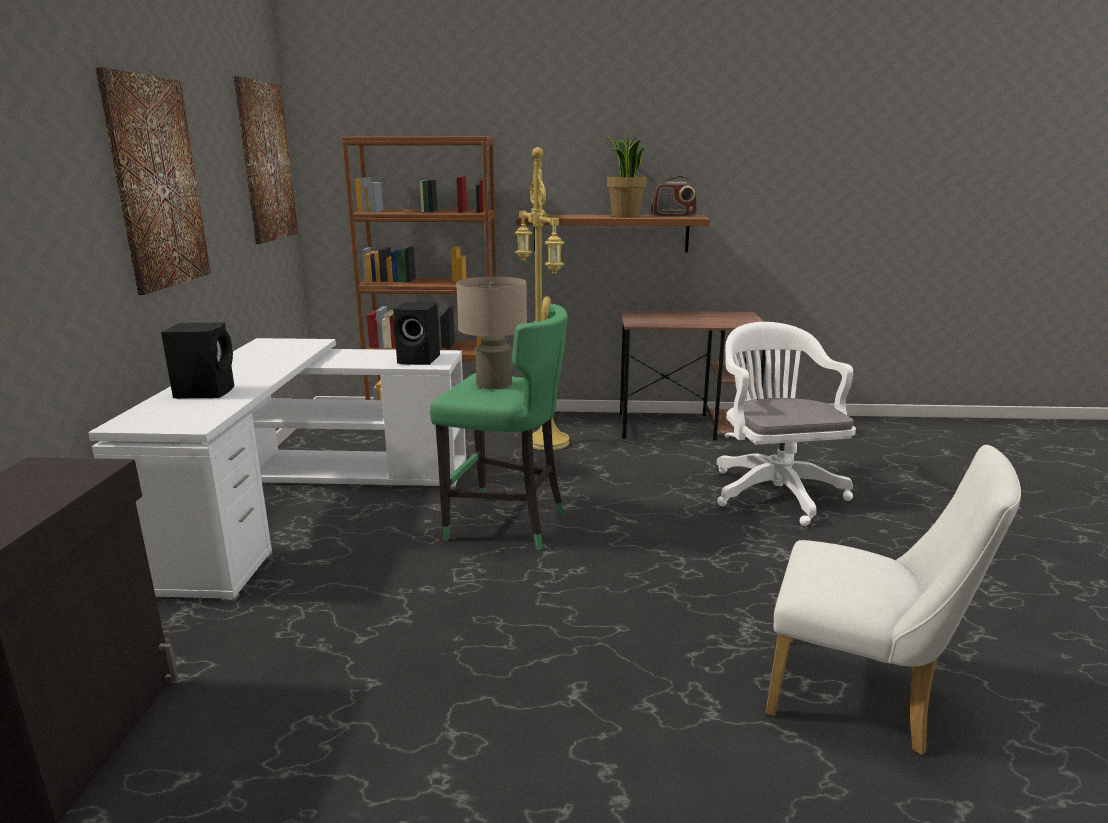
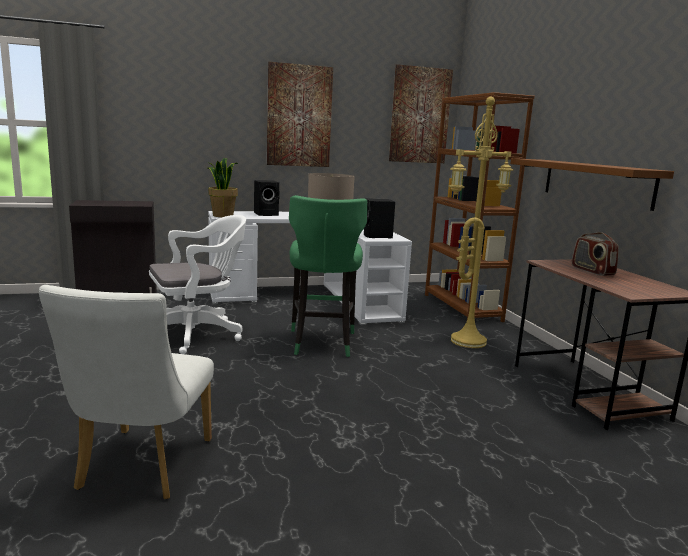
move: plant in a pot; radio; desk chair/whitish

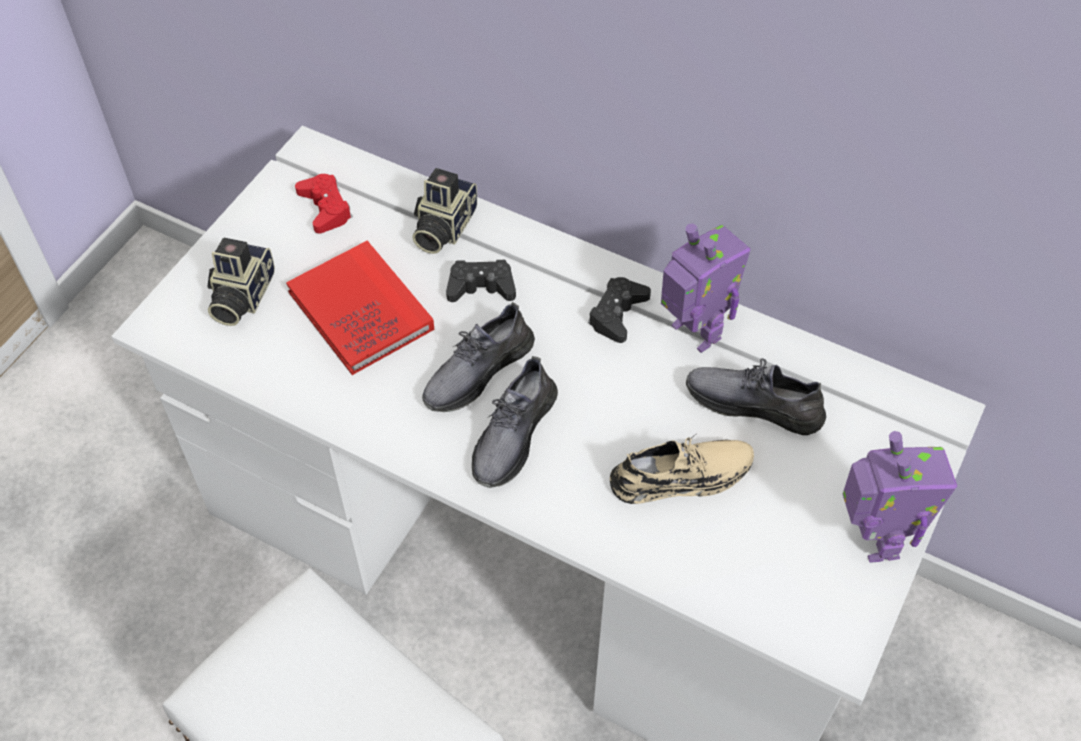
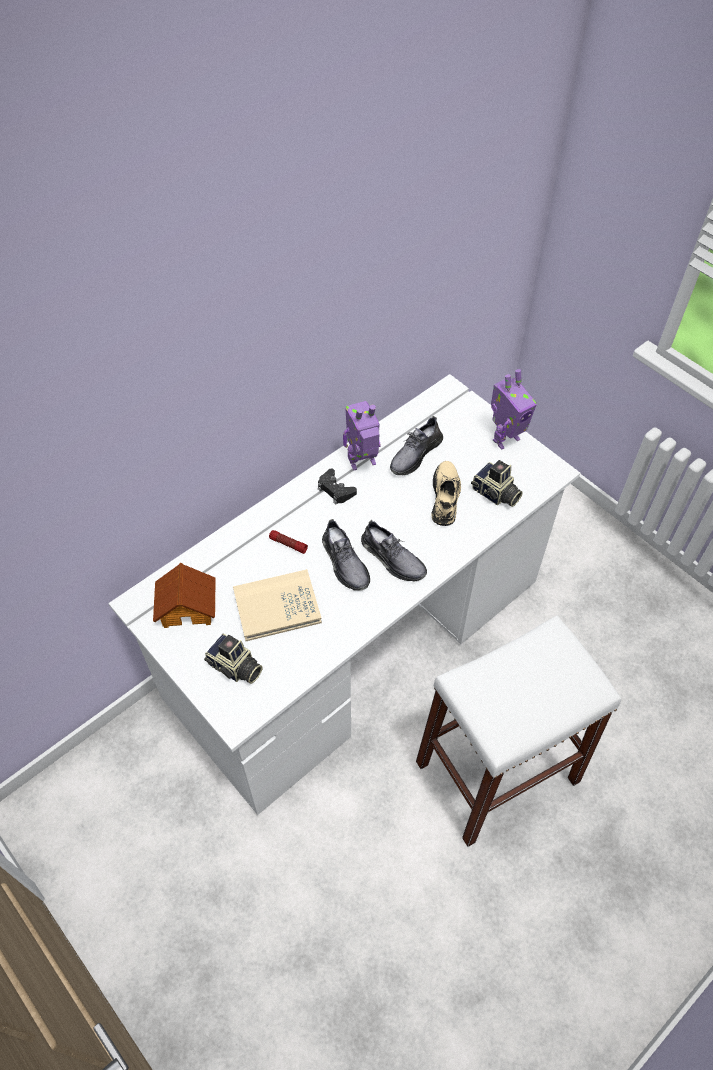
move: photo camera (2nd from left)
replace: joypad/red-coloured to model house; joypad/blackish (1st from left) to torch
recolor: book/red-coloured to book/beige-coloured
rotate: toy robot (2nd from left) 135 degrees clockwise

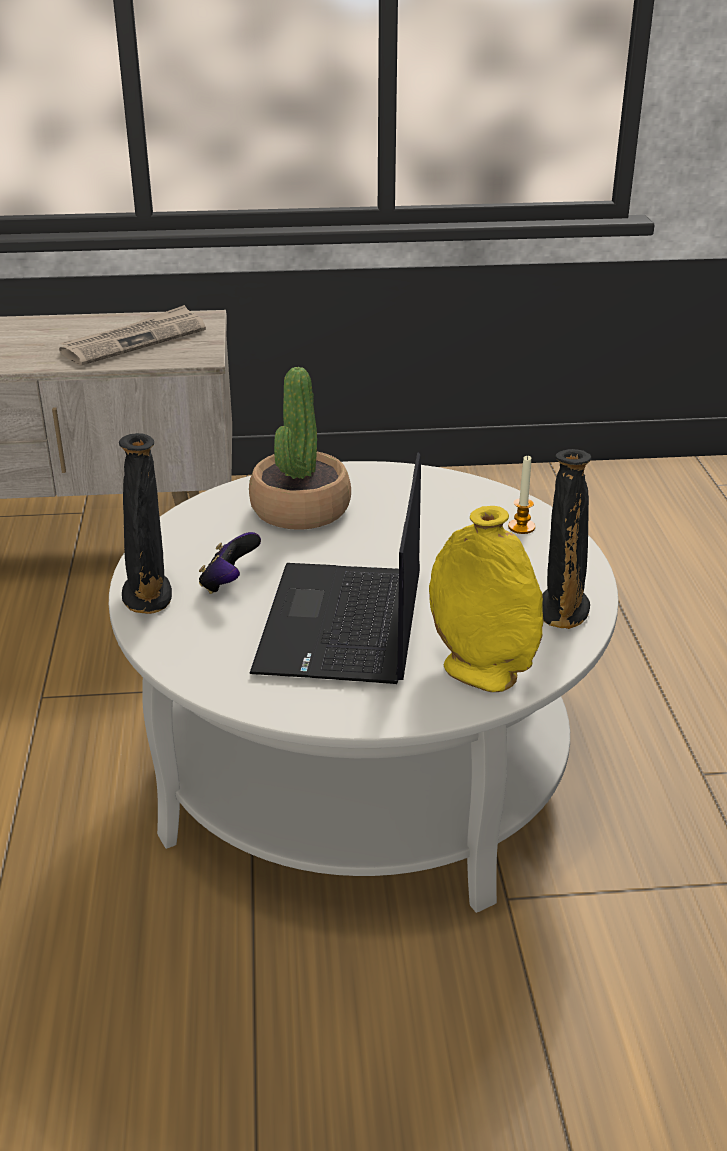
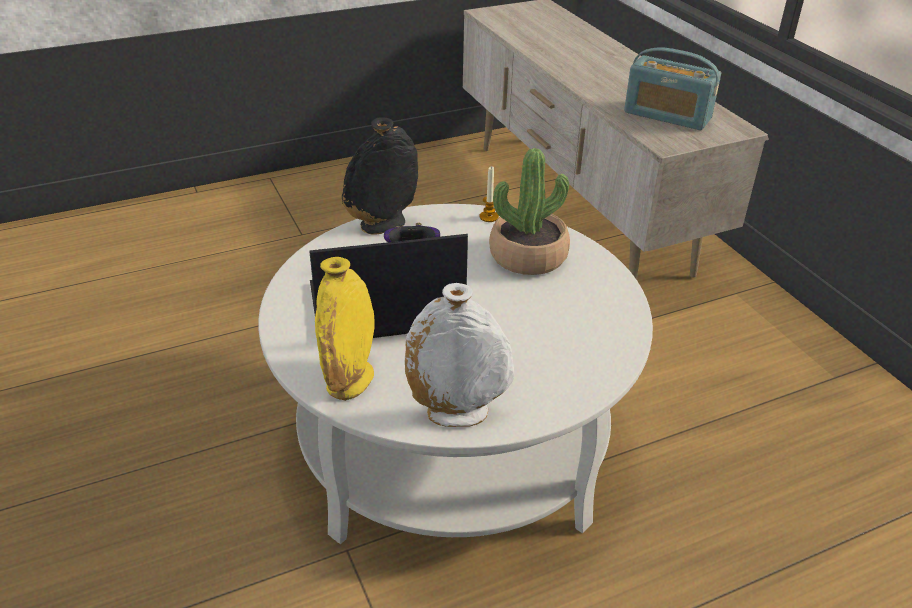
move: wax light
replace: newspaper to radio
recolor: vase/blackish (2nd from left) to vase/whitish

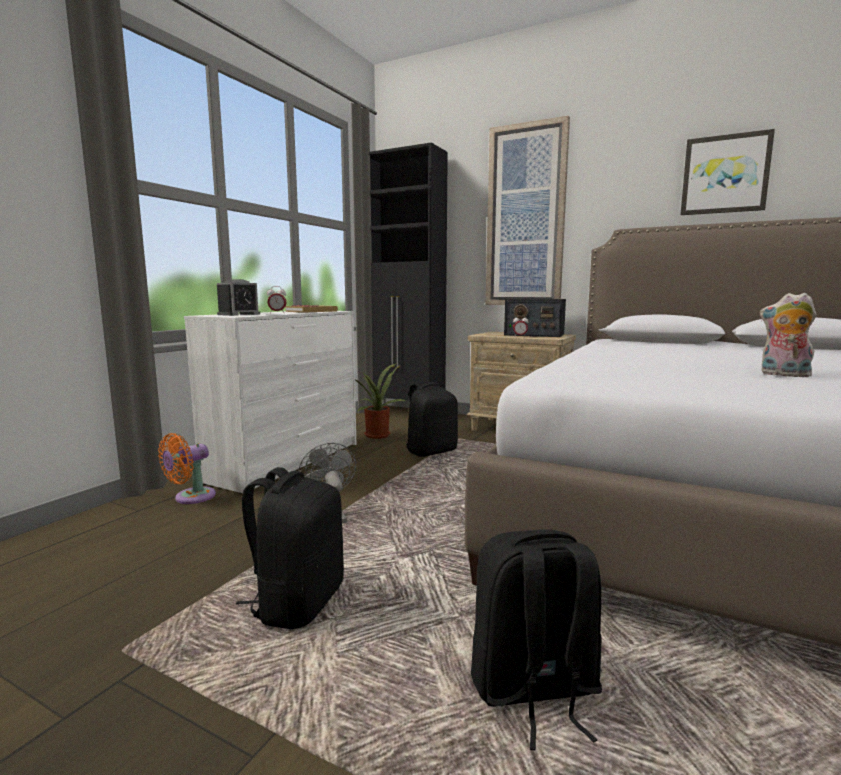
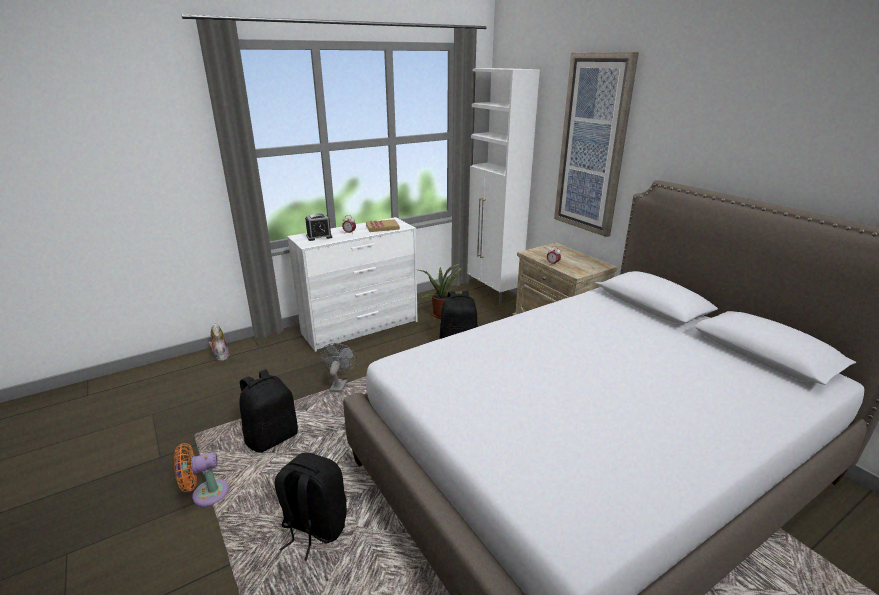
delete: radio; wall picture (2nd from left)
move: cooling fan/orangey; soft toy
recolor: storage cabinet/blackish to storage cabinet/whitish

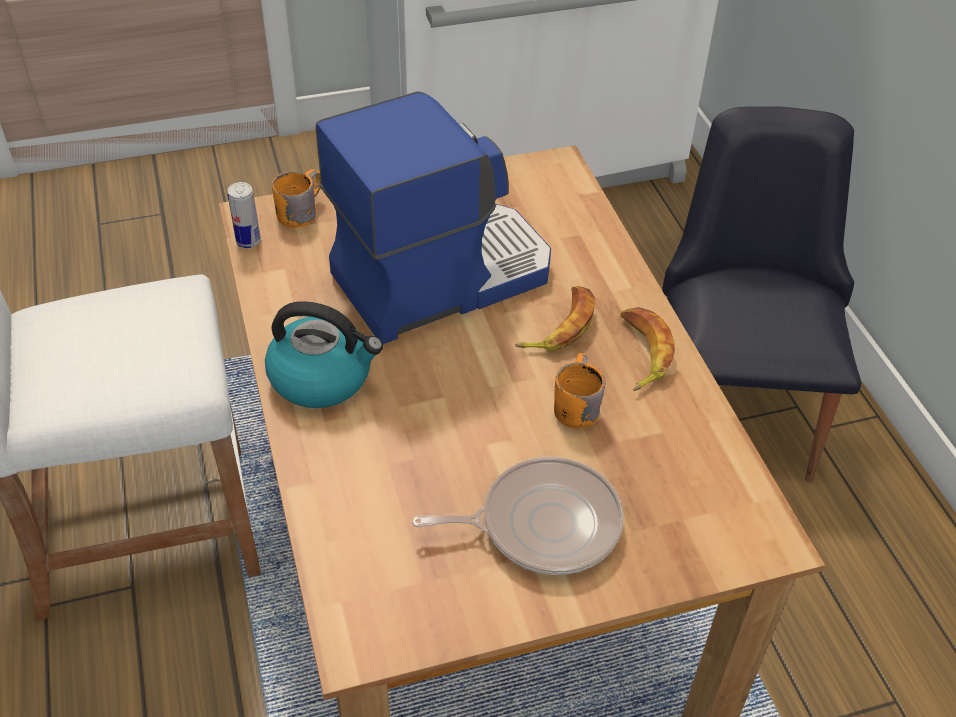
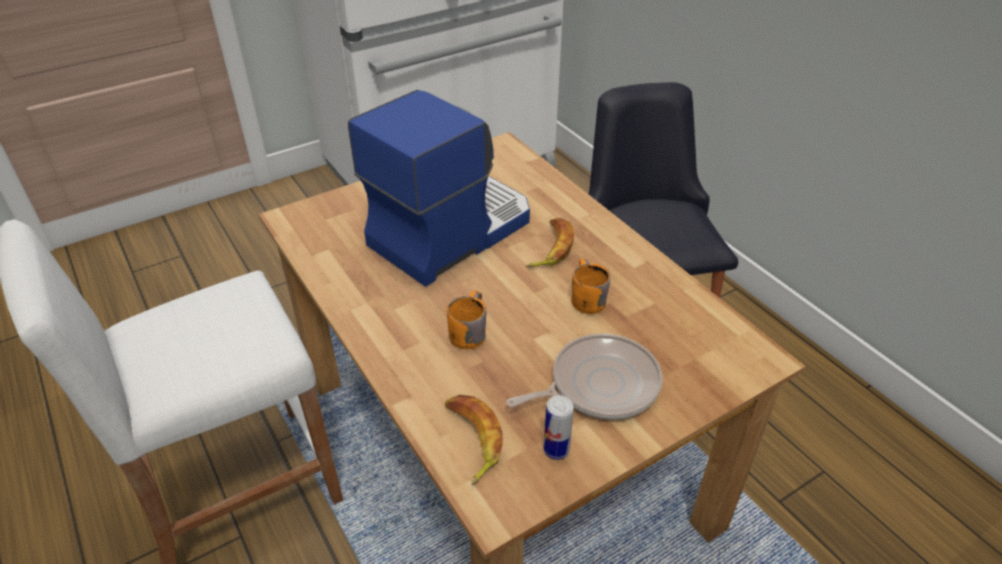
delete: tea kettle
move: can; mug/orangey (1st from left); banana fruit (2nd from left in the first image) to banana fruit (1st from left)

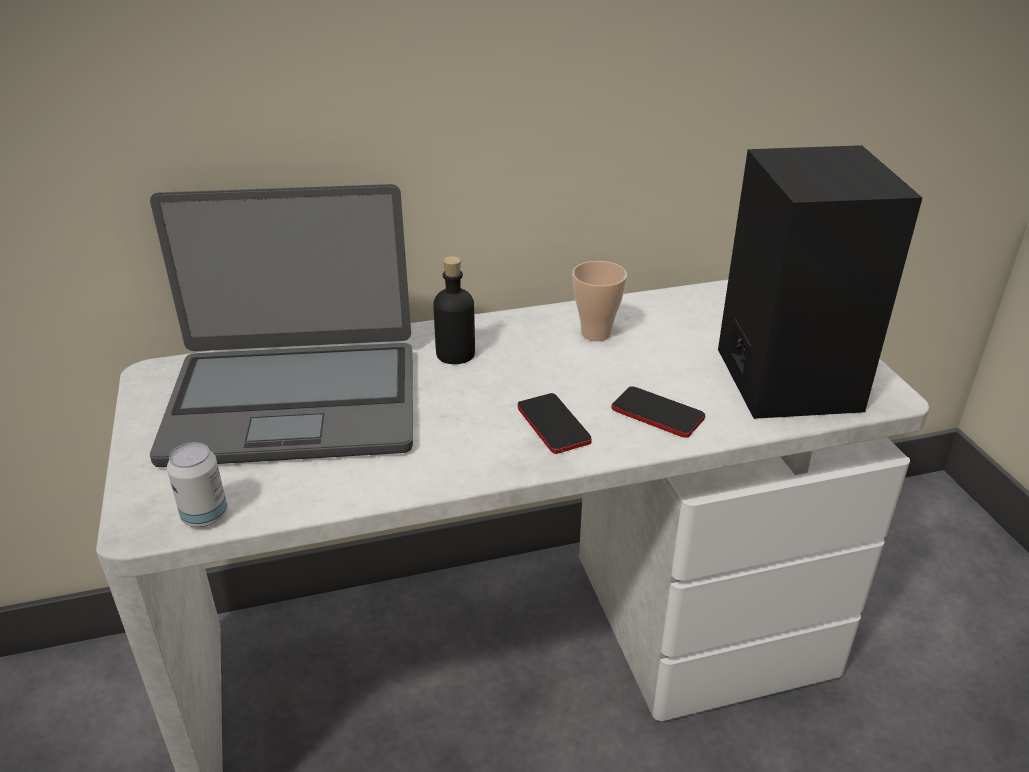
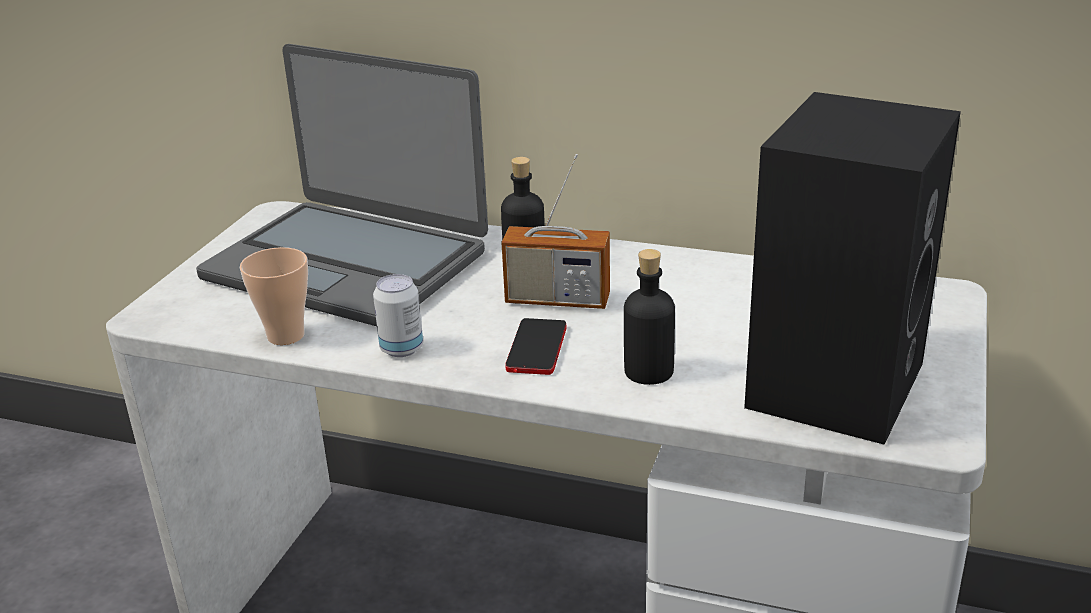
insert: radio
move: can; cup
replace: phone (2nd from left) to beverage bottle/blackish (2nd from left)

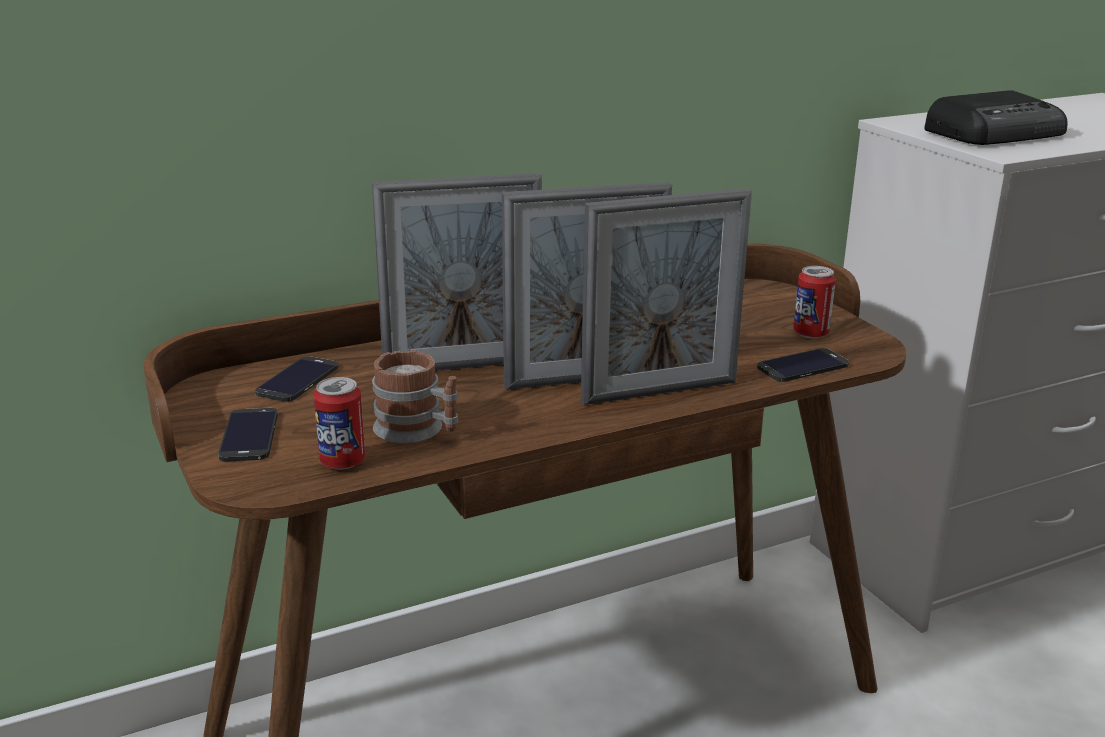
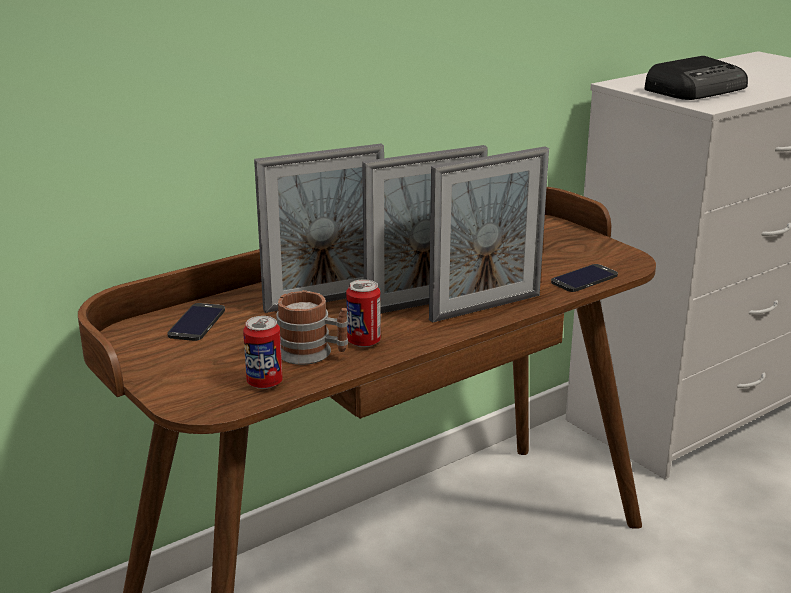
delete: phone (1st from left)
move: can (2nd from left)

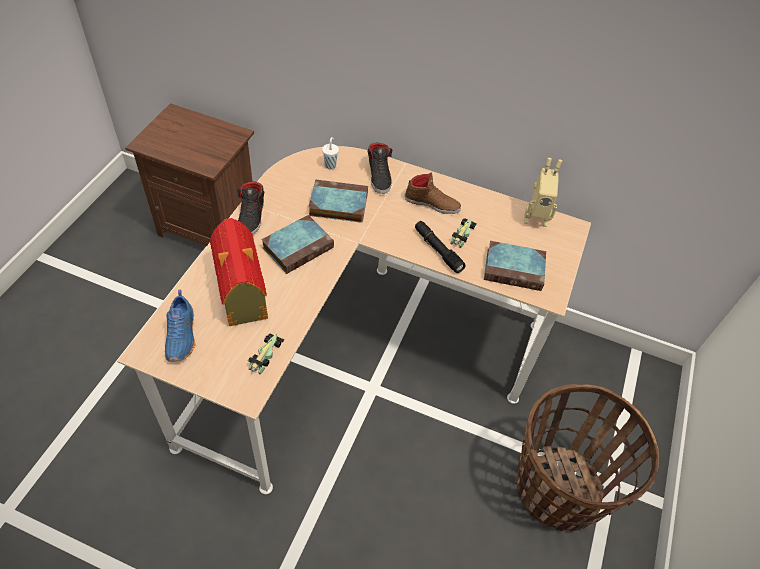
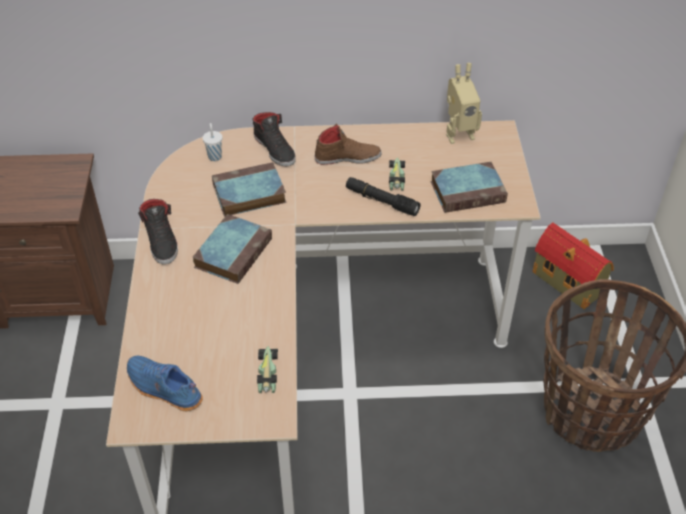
move: model house
rotate: shoe/bluish 150 degrees clockwise

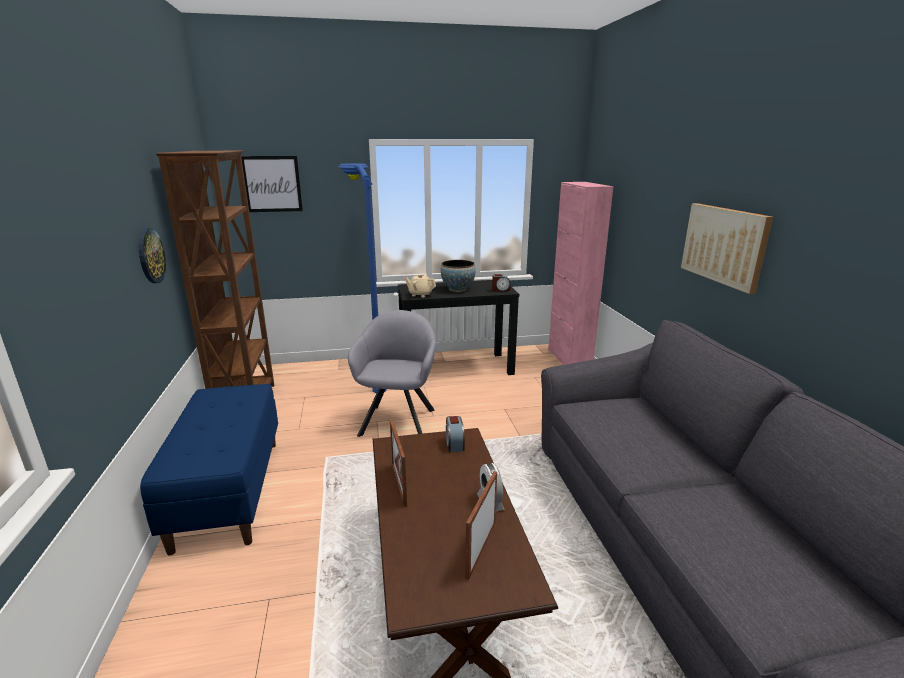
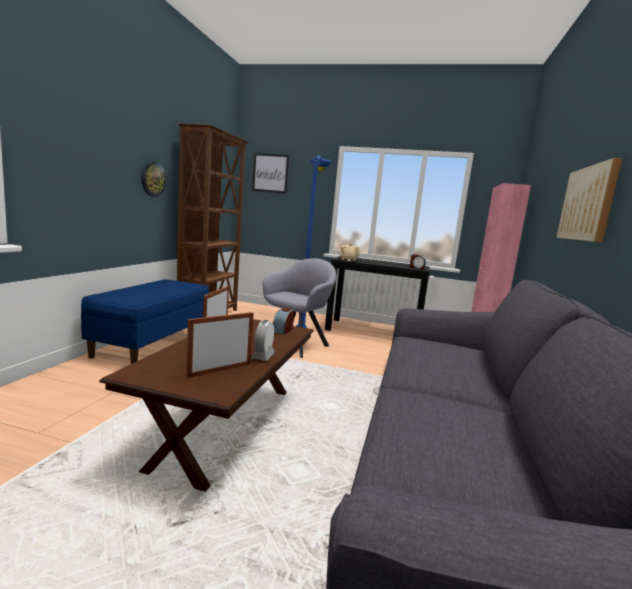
delete: serving bowl

